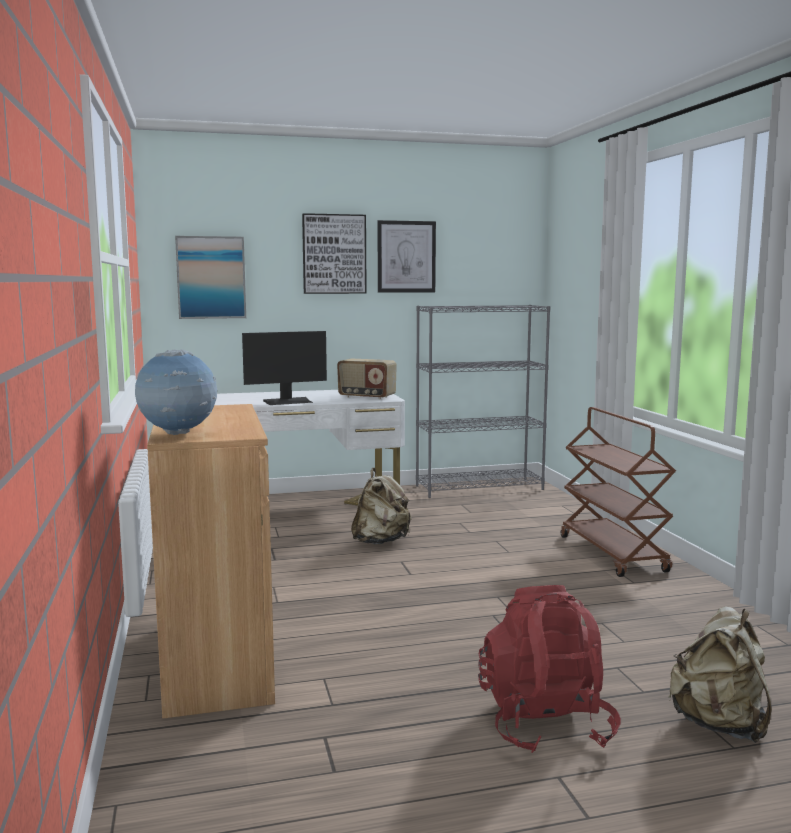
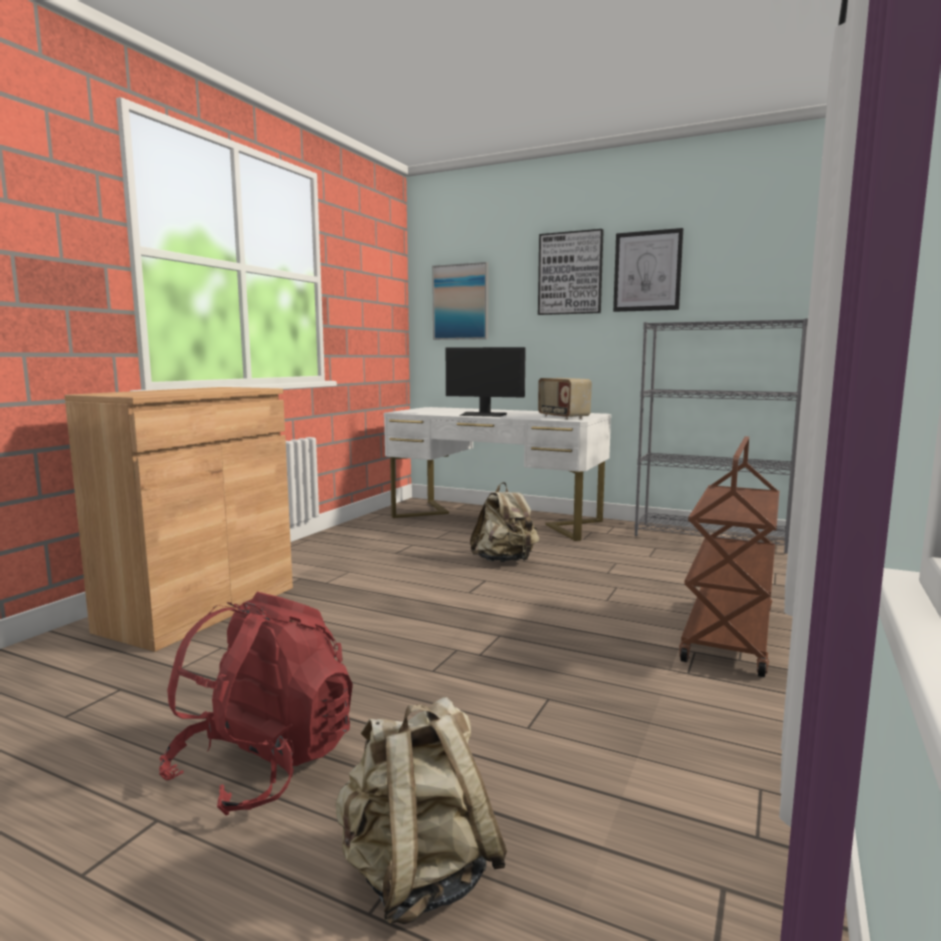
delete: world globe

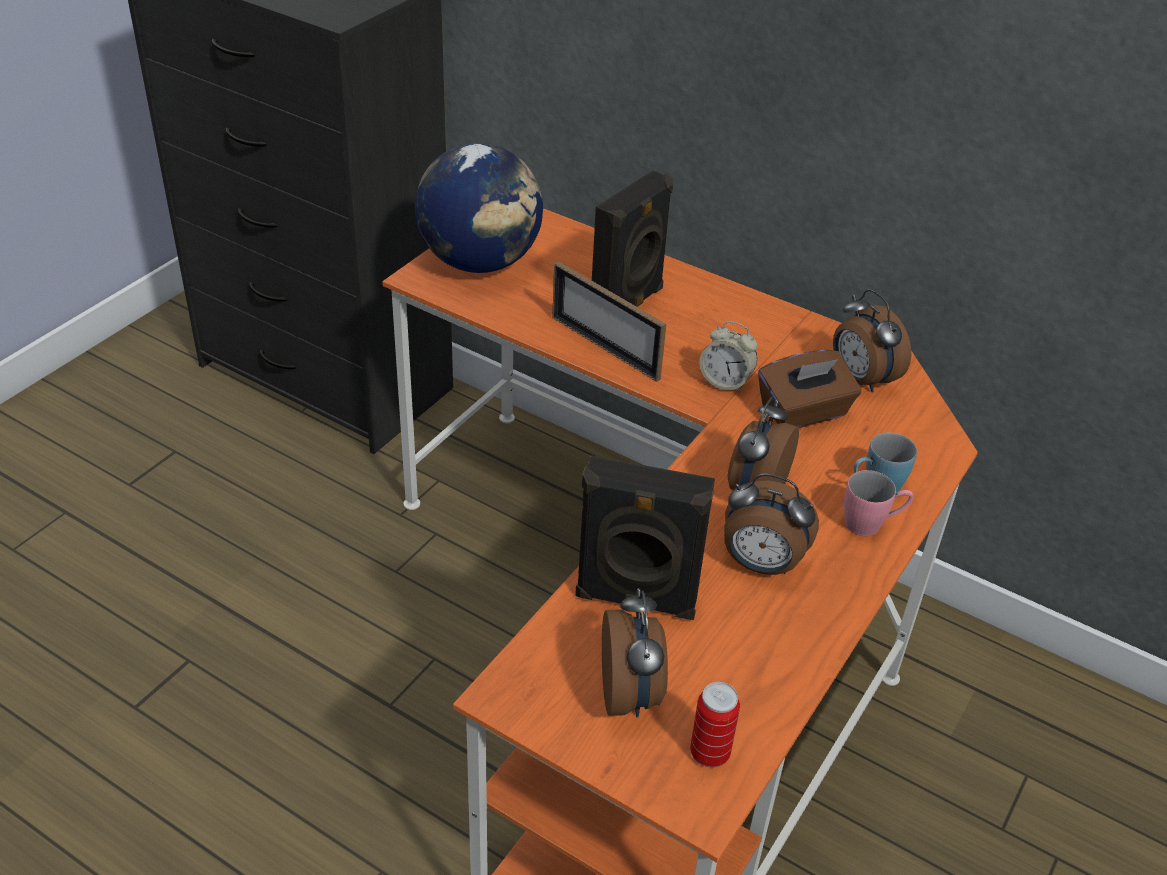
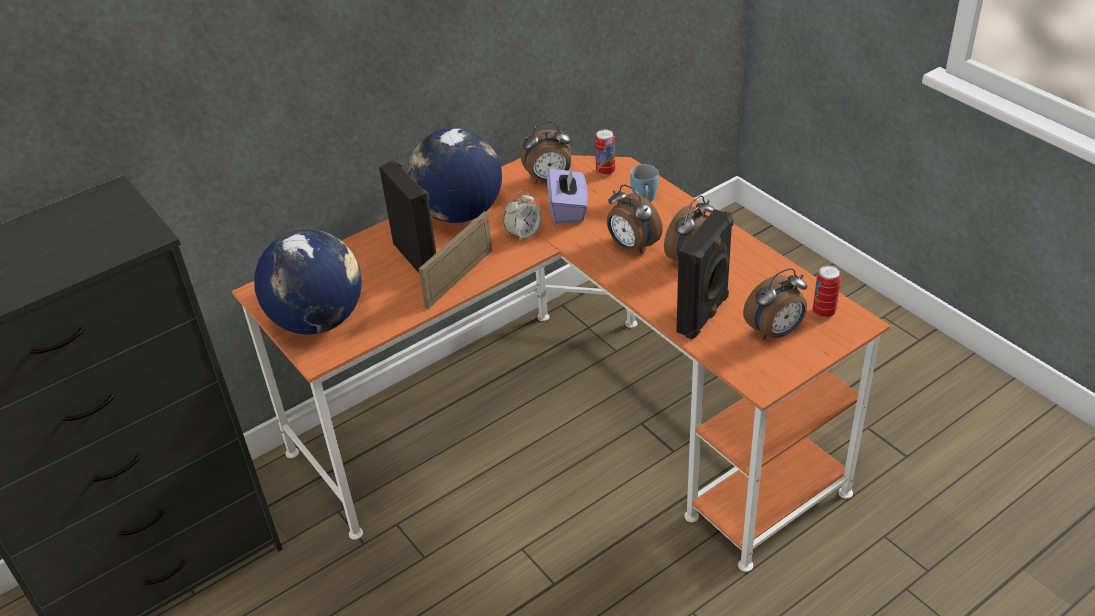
delete: mug/pinkish
insert: world globe (2nd from left); can (1st from left)
recolor: box of tissues/brown to box of tissues/purple
rotate: photo frame 150 degrees clockwise; bedside clock (1st from left in the first image) 135 degrees clockwise

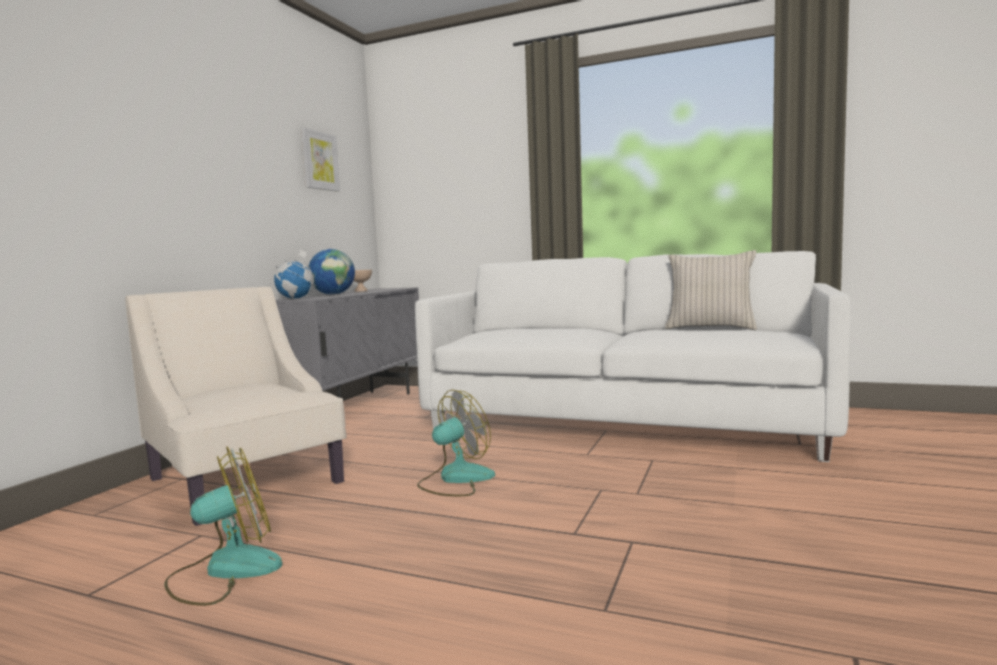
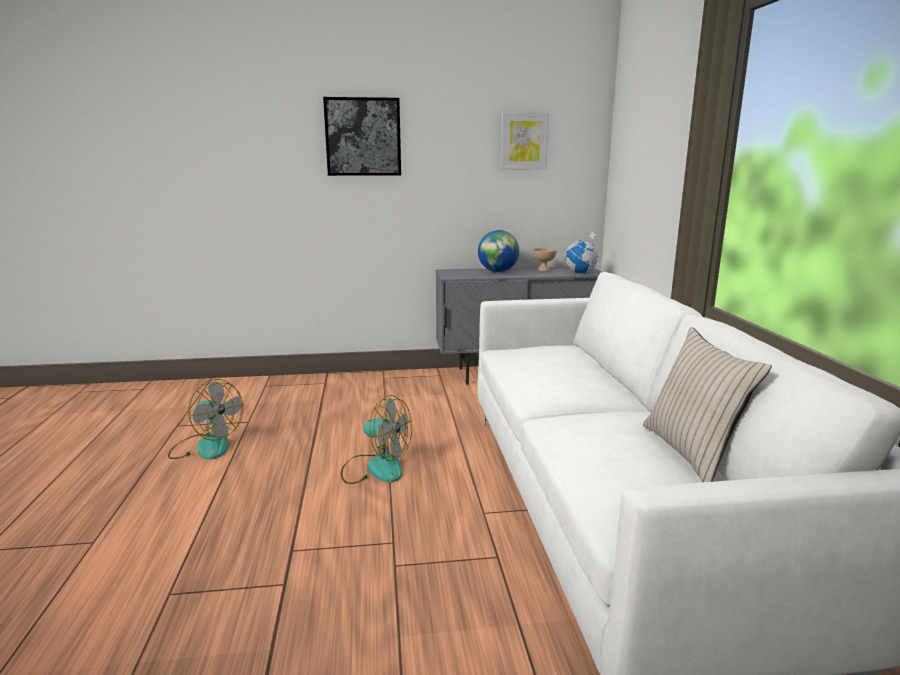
delete: armchair/beige-coloured
insert: wall picture (1st from left)
move: world globe (1st from left in the first image) to world globe (2nd from left)

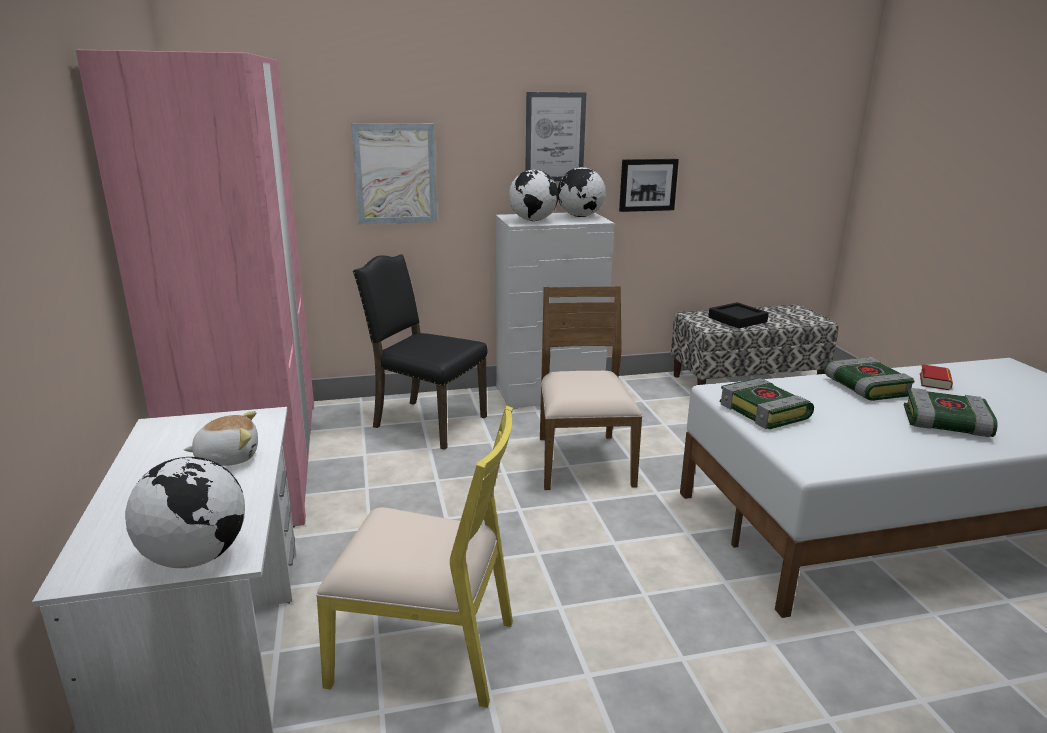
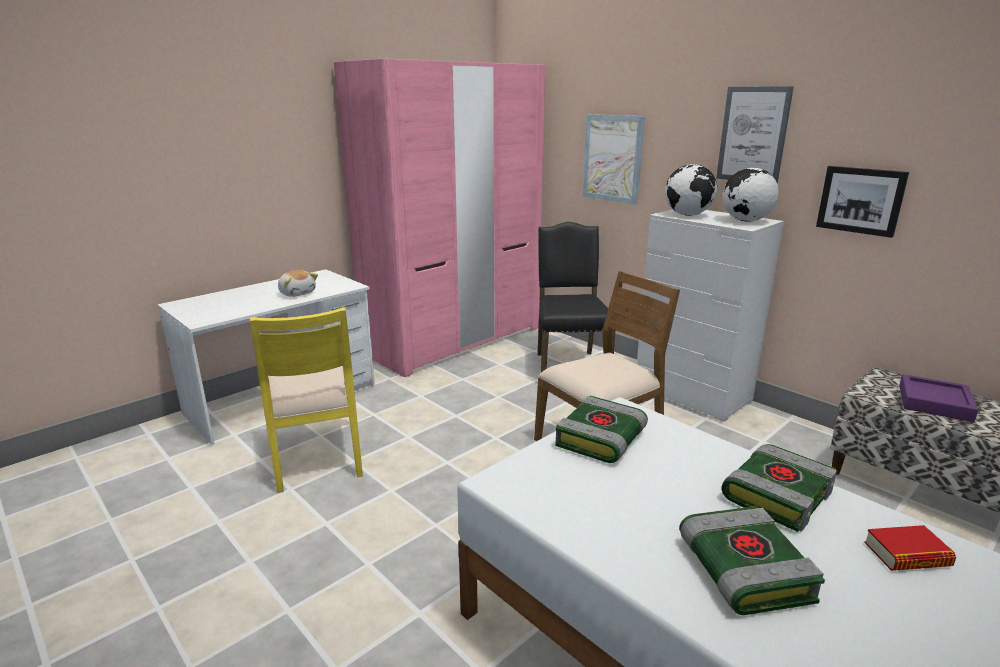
delete: world globe (1st from left)
recolor: carrying tray/blackish to carrying tray/purple

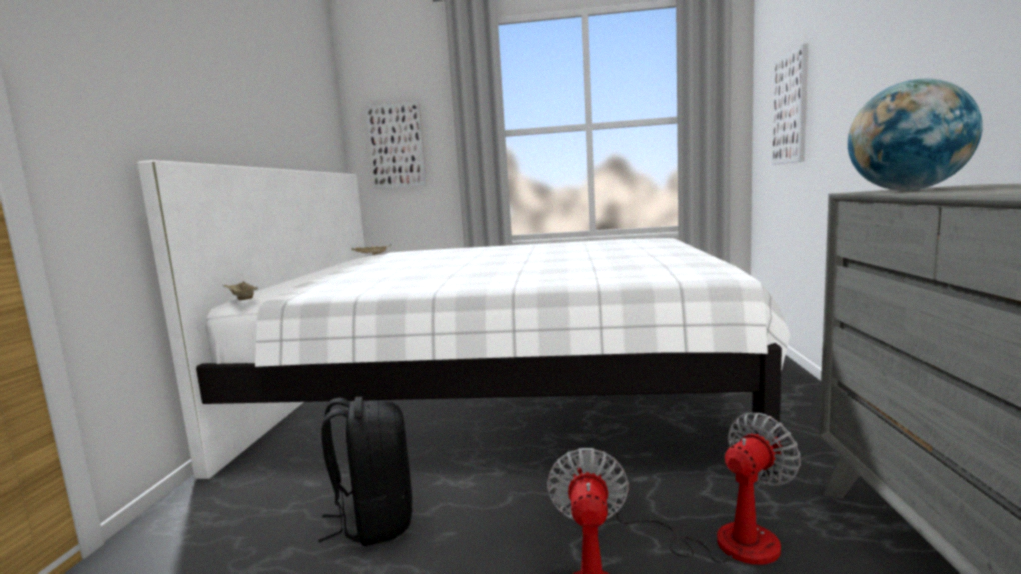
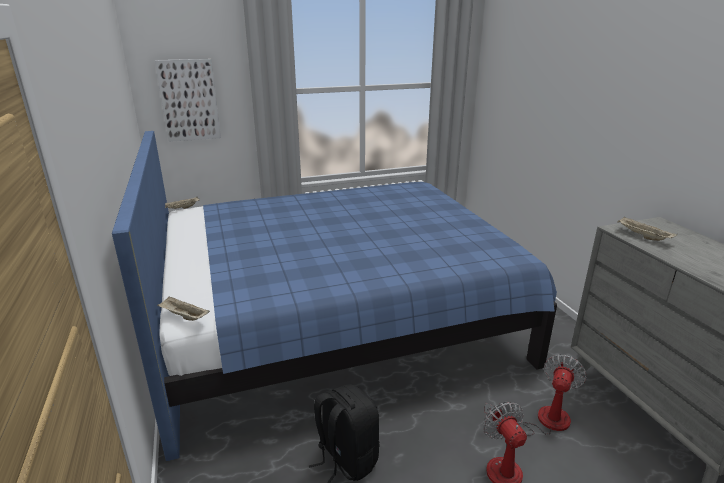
delete: wall picture (2nd from left)
replace: world globe to carrying tray/beige-coloured (3rd from left)
recolor: sleeping bed/whitish to sleeping bed/bluish

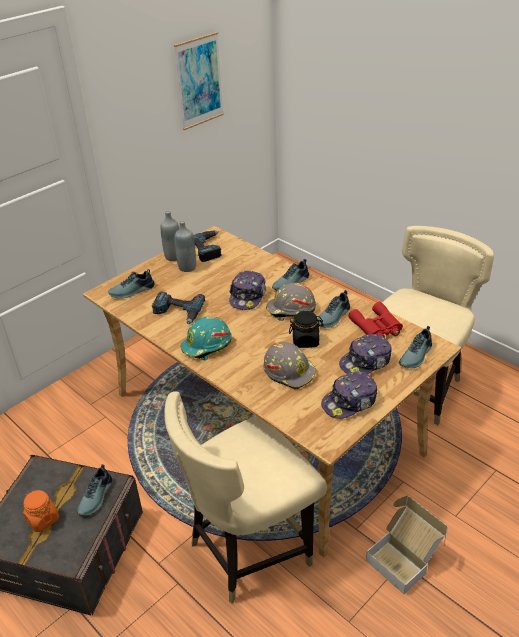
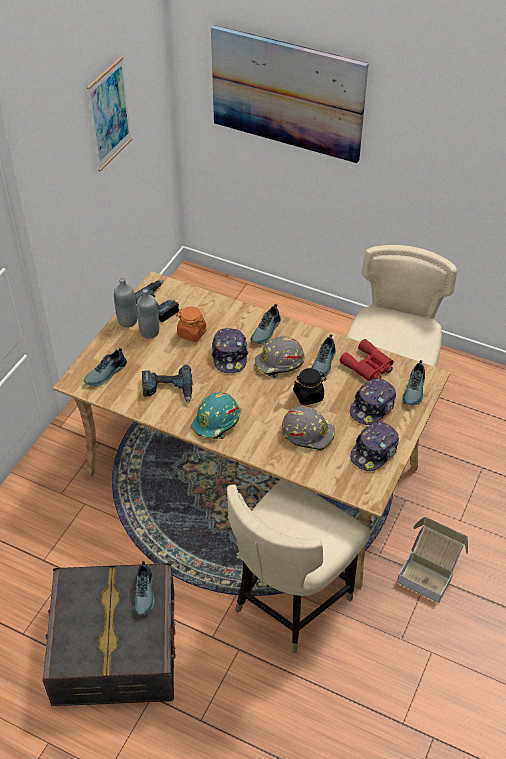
insert: wall picture (2nd from left)
move: preserve jar/orangey

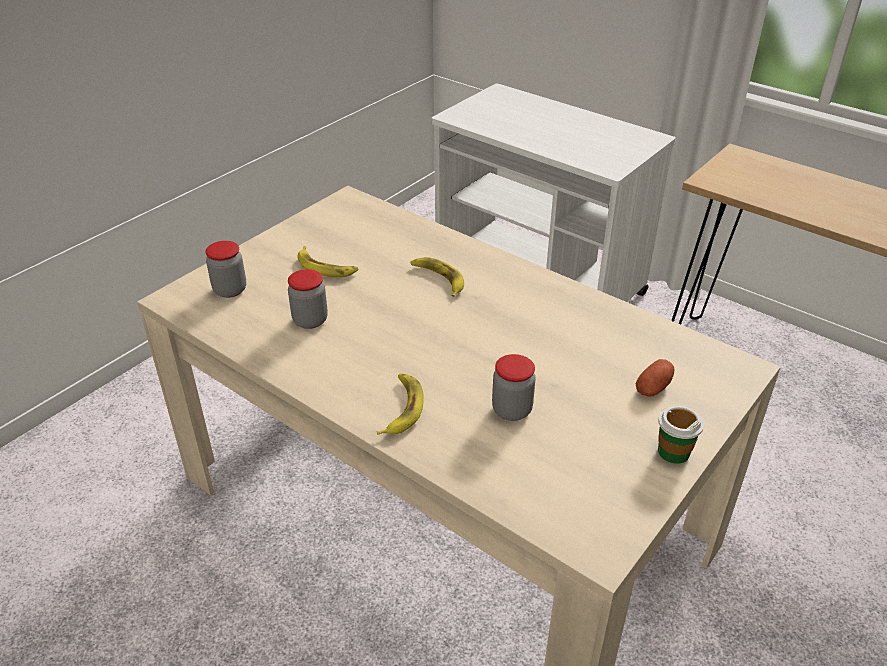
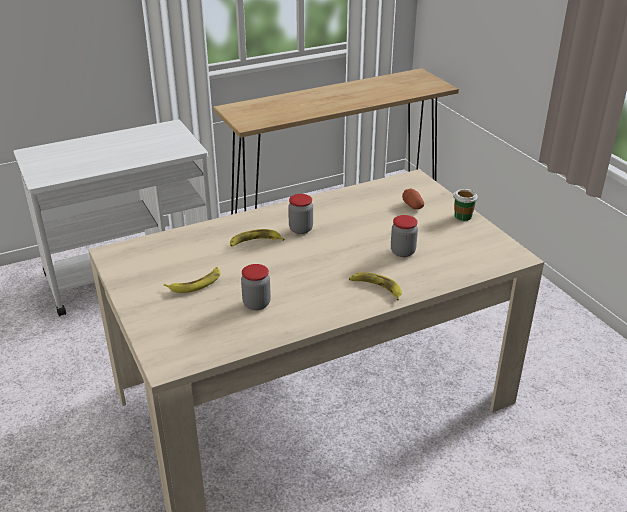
move: preserve jar (1st from left in the first image) to preserve jar (2nd from left)

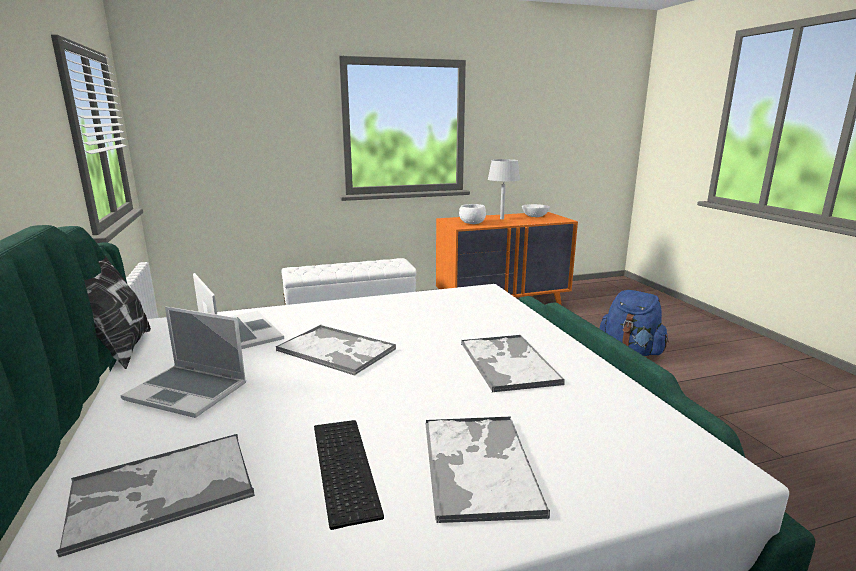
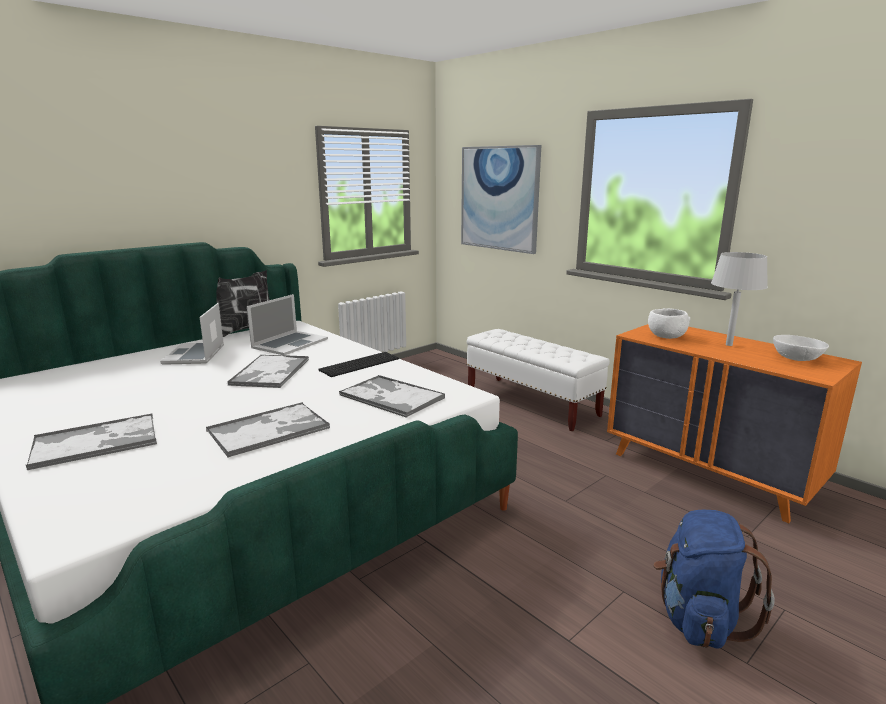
insert: wall picture
move: carrying tray (1st from left in the first image) to carrying tray (4th from left); keyboard

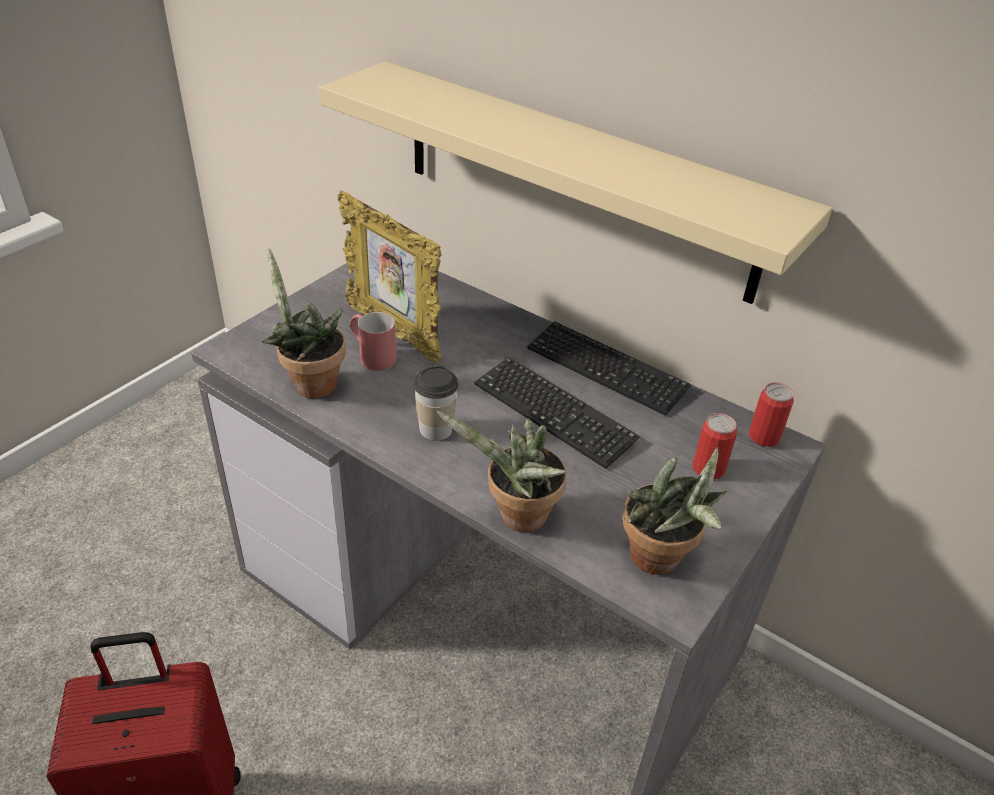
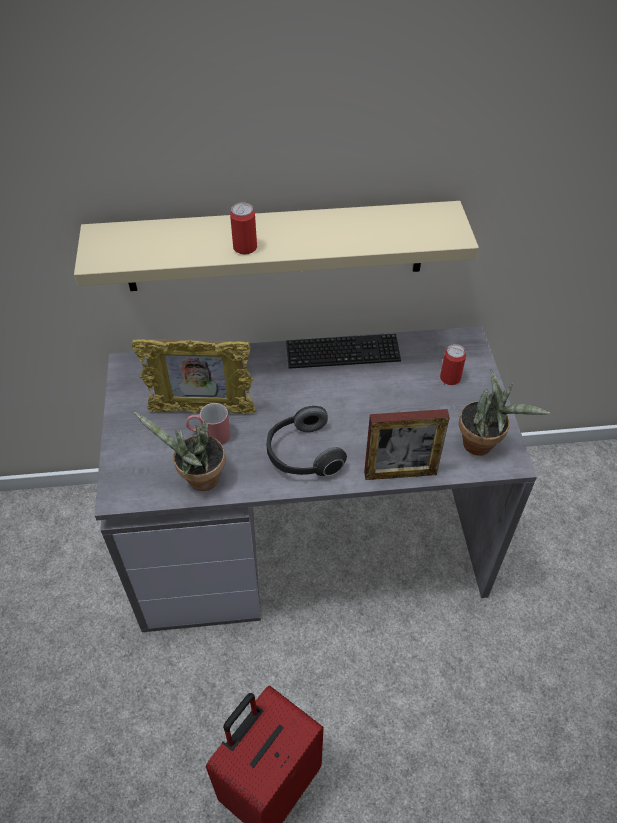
delete: keyboard (1st from left)
move: can (2nd from left in the first image) to can (1st from left)
replace: cup to headset; plant in a pot (2nd from left) to photo frame (2nd from left)

